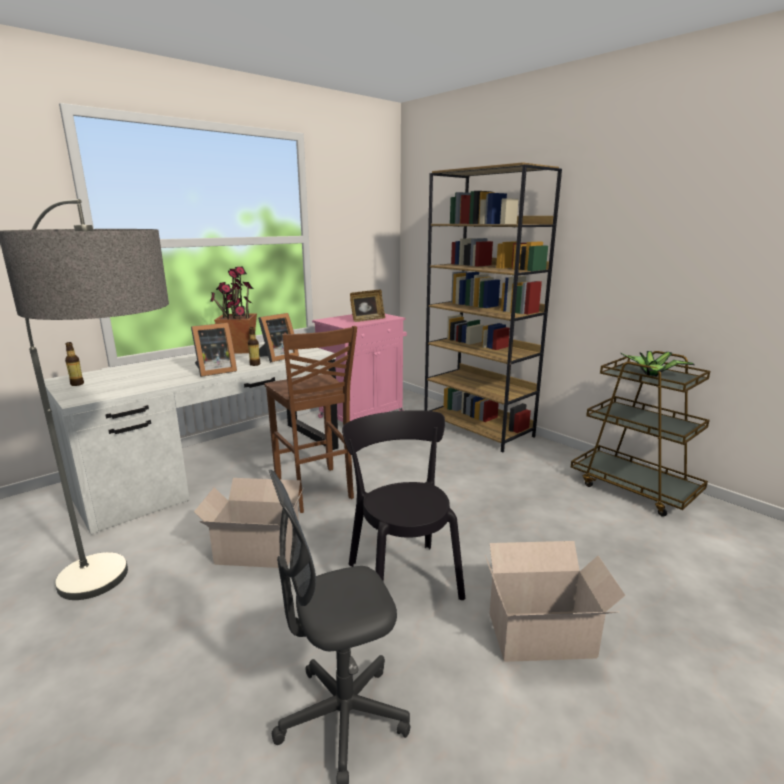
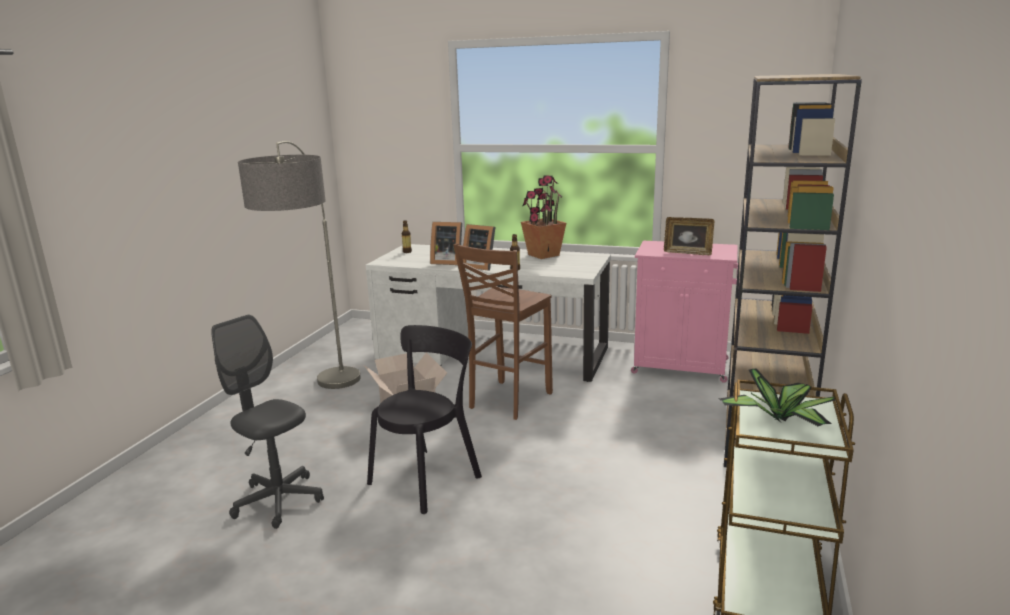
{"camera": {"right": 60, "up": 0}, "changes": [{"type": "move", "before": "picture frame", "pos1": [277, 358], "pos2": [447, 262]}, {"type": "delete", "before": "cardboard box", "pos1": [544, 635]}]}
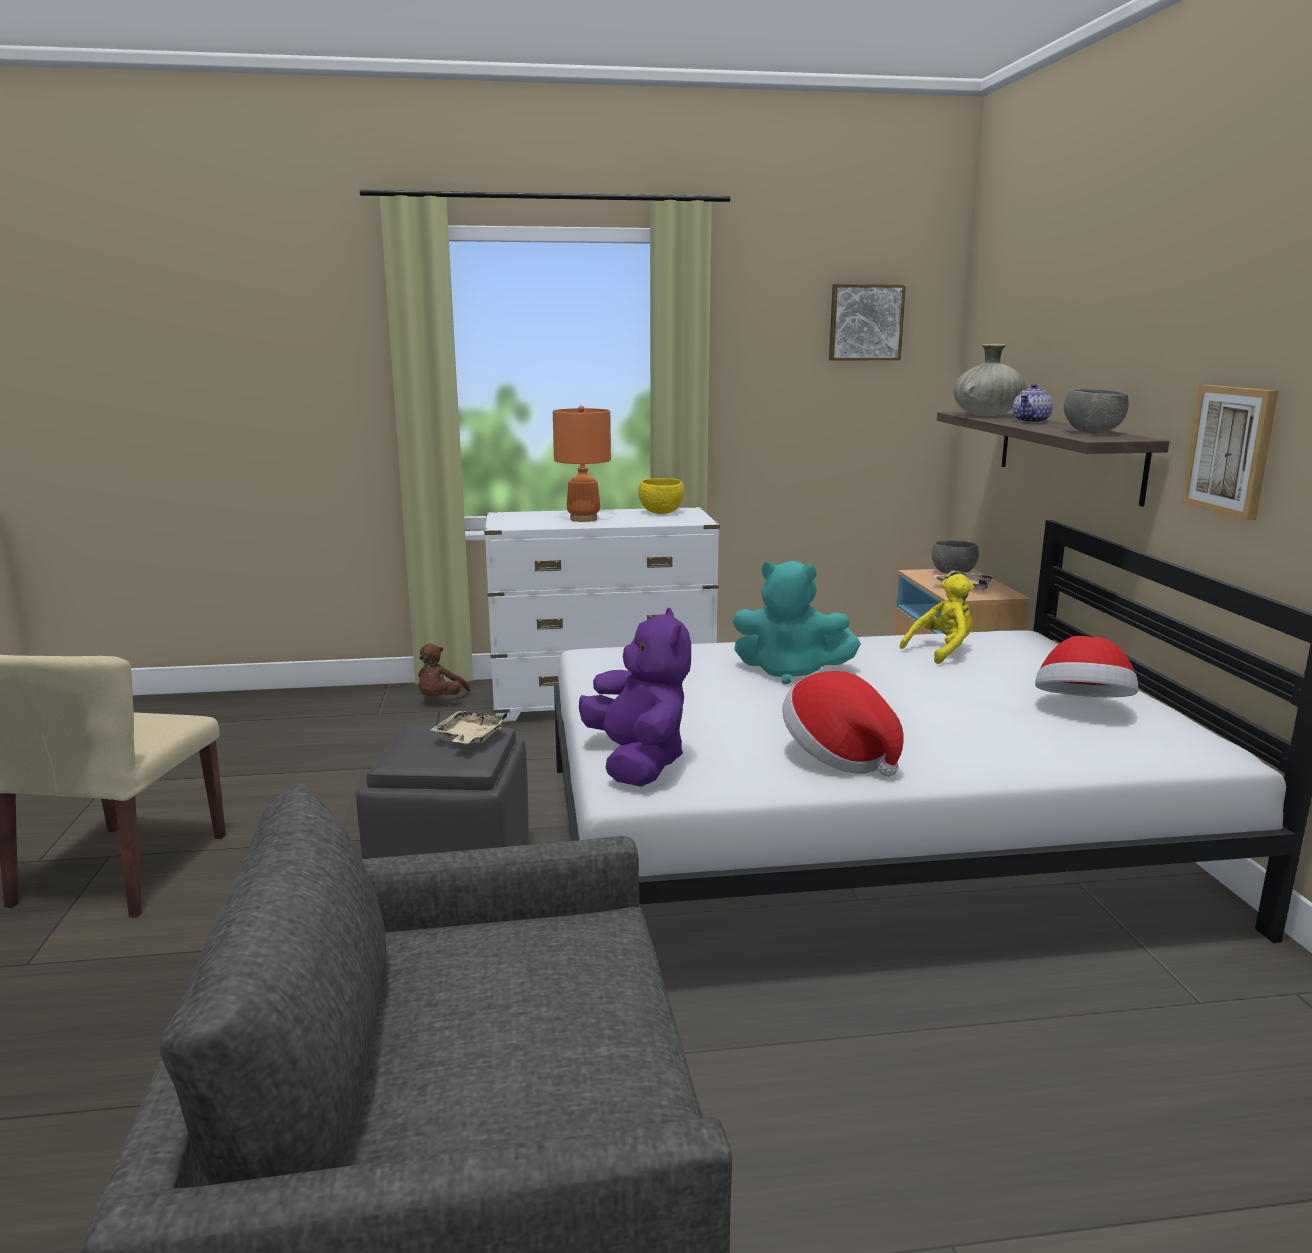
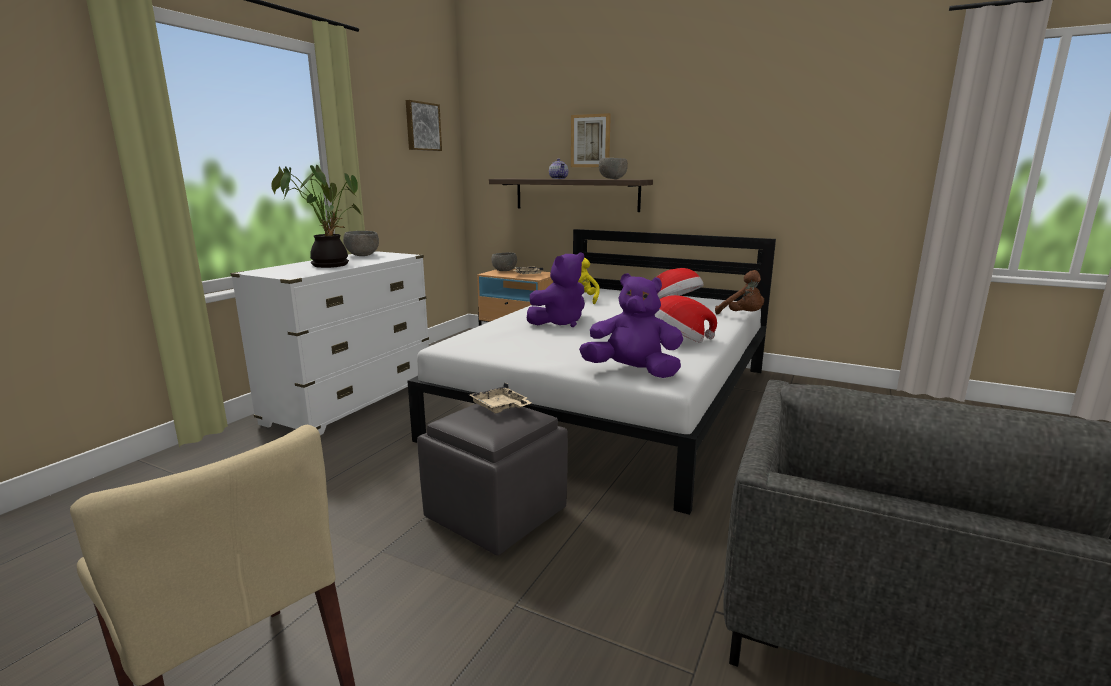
{"camera": {"right": -55, "up": 0}, "changes": [{"type": "move", "before": "plush toy (brown)", "pos1": [440, 699], "pos2": [742, 316]}, {"type": "replace", "before": "table lamp (orange)", "after": "potted plant", "pos1": [583, 519], "pos2": [329, 265]}, {"type": "recolor", "before": "bowl (yellow)", "after": "bowl (grey)", "pos1": [660, 513], "pos2": [362, 255]}, {"type": "recolor", "before": "plush toy (turquoise)", "after": "plush toy (purple)", "pos1": [790, 672], "pos2": [559, 323]}, {"type": "delete", "before": "vase (beige)", "pos1": [987, 415]}, {"type": "move", "before": "picture", "pos1": [1231, 450], "pos2": [590, 141]}]}
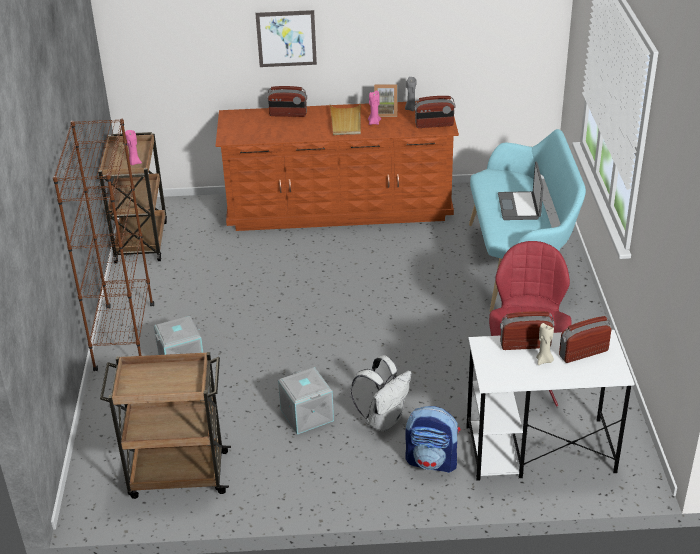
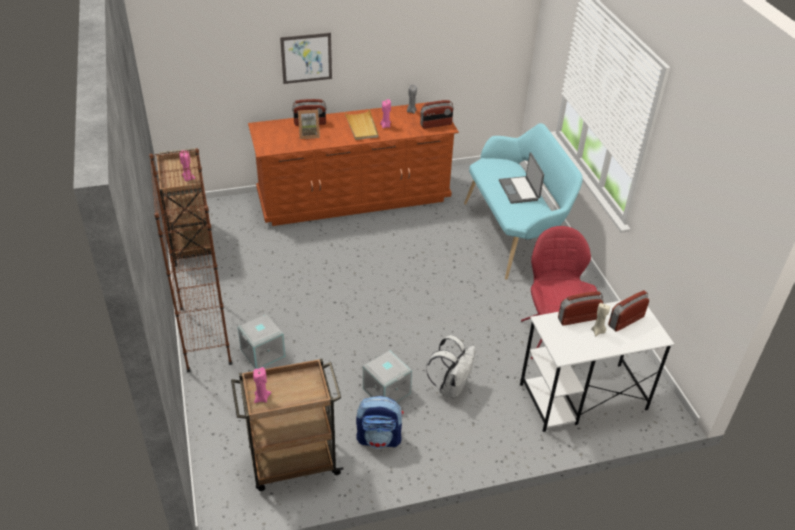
{"camera": {"right": -15, "up": 5}, "changes": [{"type": "move", "before": "picture frame", "pos1": [385, 113], "pos2": [309, 134]}, {"type": "move", "before": "backpack", "pos1": [432, 461], "pos2": [379, 438]}, {"type": "insert", "after": "candle (pink)", "pos2": [262, 398]}]}
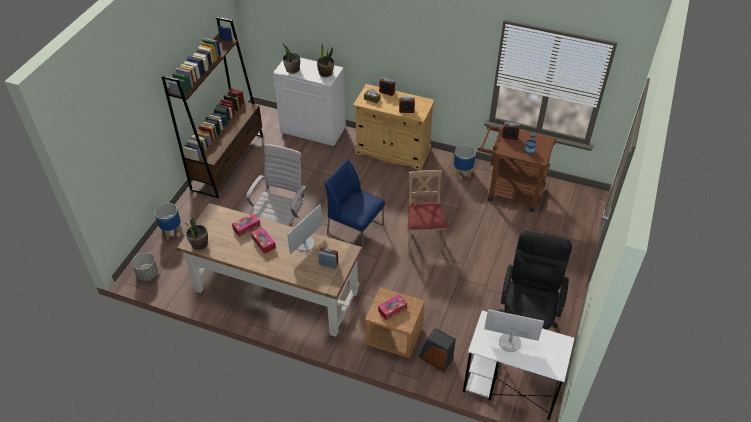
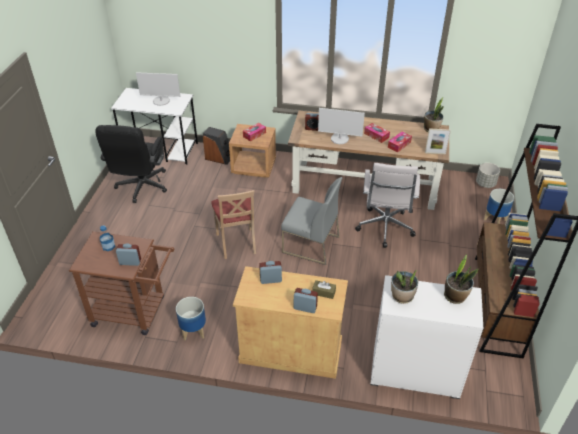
{"camera": {"right": 170, "up": -5}, "changes": [{"type": "rotate", "before": "monitor", "pos1": [305, 243], "pos2": [339, 139], "turn": -105}, {"type": "recolor", "before": "chair (blue)", "after": "chair (grey)", "pos1": [356, 229], "pos2": [310, 244]}, {"type": "insert", "after": "picture frame", "pos2": [435, 153]}]}
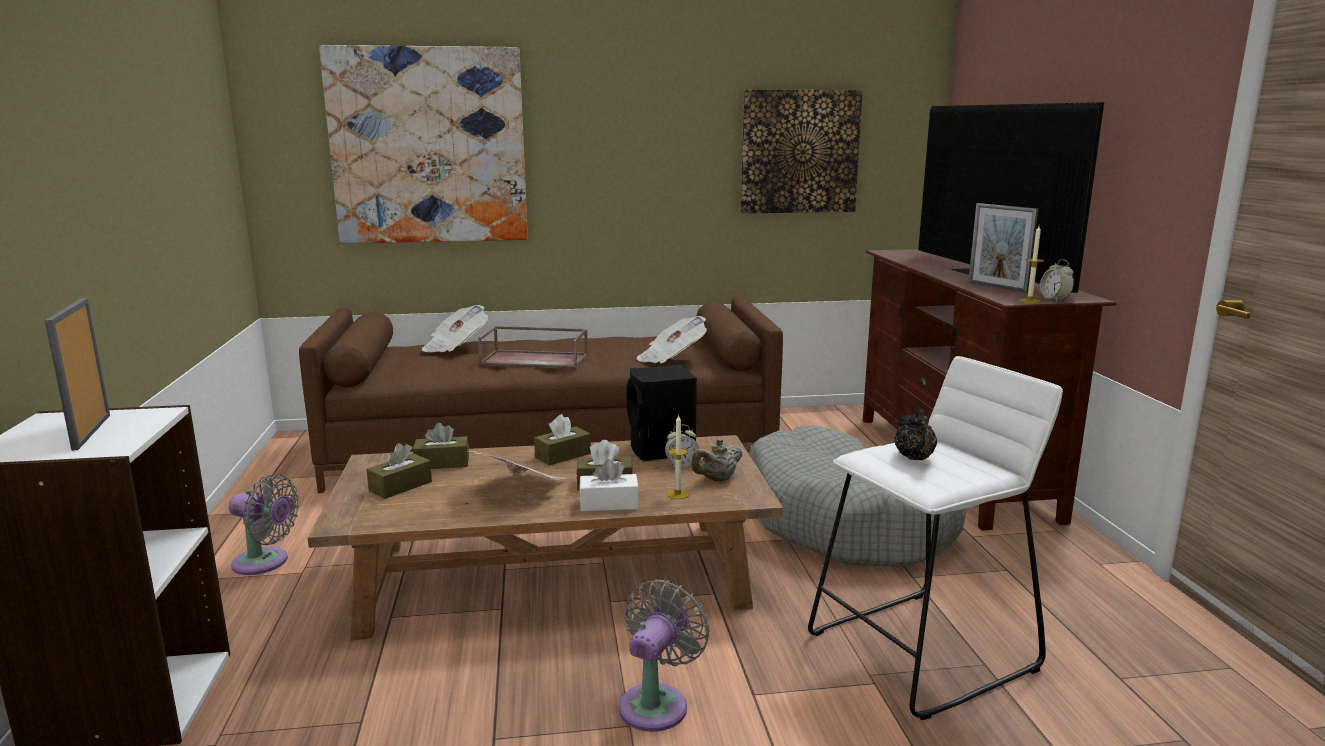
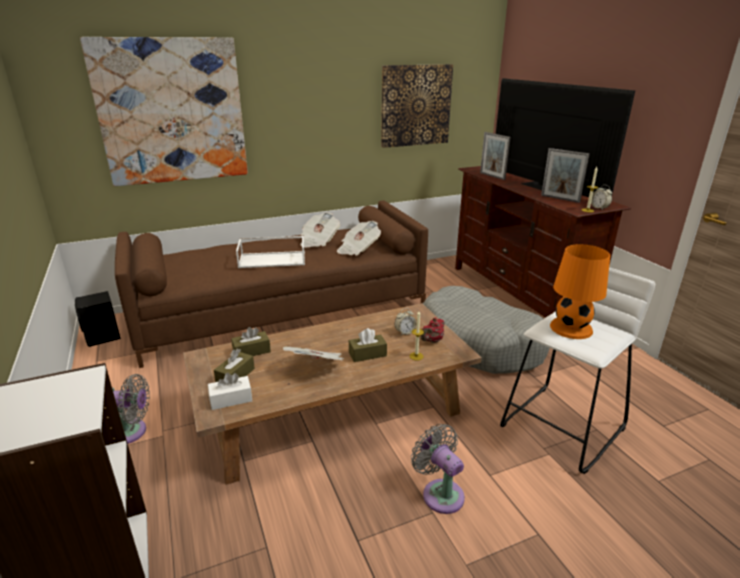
{"camera": {"right": -15, "up": 10}, "changes": [{"type": "move", "before": "picture frame", "pos1": [91, 432], "pos2": [492, 176]}, {"type": "move", "before": "newspaper", "pos1": [455, 347], "pos2": [318, 241]}, {"type": "recolor", "before": "tray (brown)", "after": "tray (white)", "pos1": [536, 359], "pos2": [273, 259]}, {"type": "delete", "before": "tissue box (brown)", "pos1": [563, 455]}, {"type": "move", "before": "tissue box (white)", "pos1": [609, 504], "pos2": [231, 399]}, {"type": "rotate", "before": "fan (grey)", "pos1": [657, 703], "pos2": [440, 493], "turn": -45}, {"type": "move", "before": "speaker (black)", "pos1": [662, 451], "pos2": [103, 338]}, {"type": "recolor", "before": "teapot (beige)", "after": "teapot (red)", "pos1": [717, 479], "pos2": [432, 341]}, {"type": "replace", "before": "teapot (black)", "after": "table lamp (orange)", "pos1": [915, 459], "pos2": [571, 328]}]}
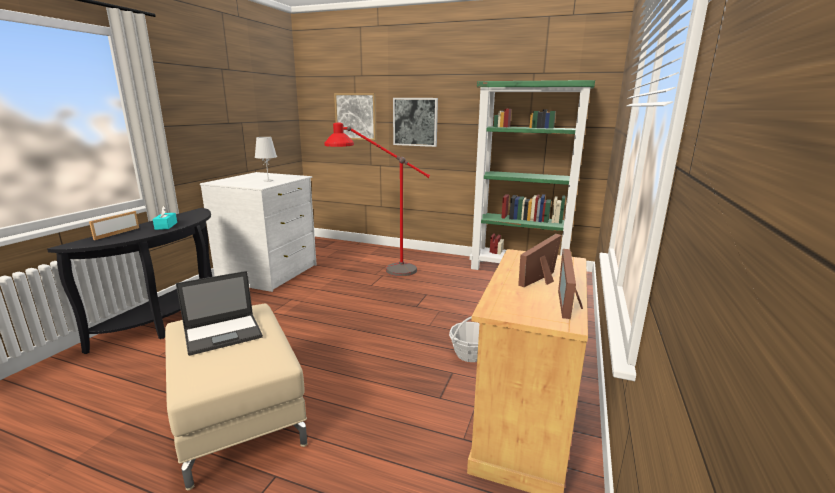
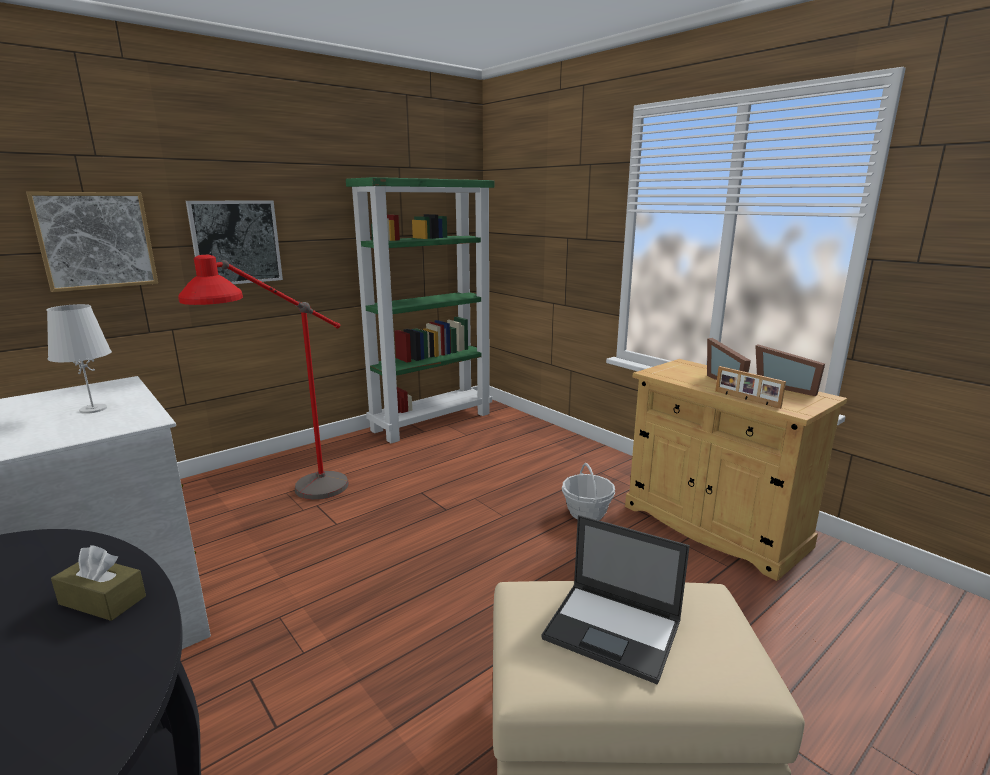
{"camera": {"right": -60, "up": 0}, "changes": [{"type": "move", "before": "picture frame", "pos1": [116, 233], "pos2": [746, 399]}, {"type": "recolor", "before": "tissue box (turquoise)", "after": "tissue box (brown)", "pos1": [166, 226], "pos2": [102, 600]}, {"type": "rotate", "before": "laptop", "pos1": [224, 333], "pos2": [614, 630], "turn": 120}]}
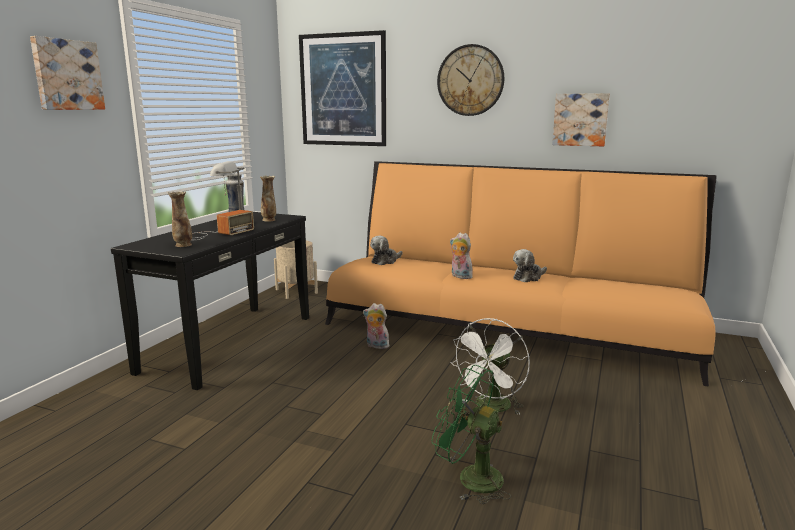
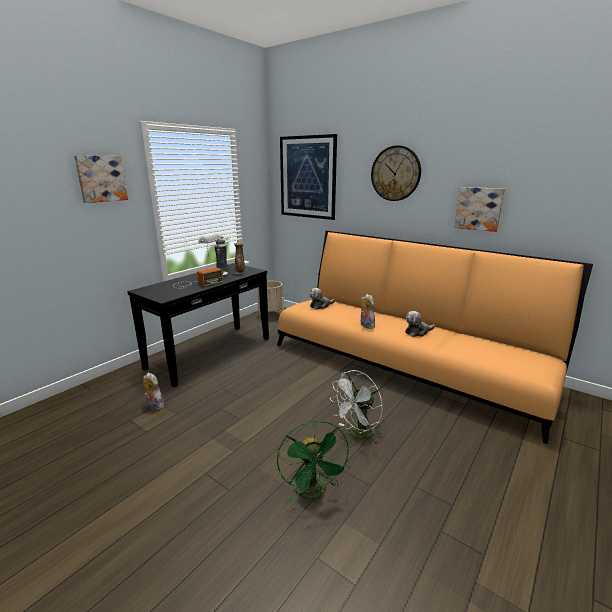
{"camera": {"right": 15, "up": 5}, "changes": [{"type": "delete", "before": "vase", "pos1": [183, 245]}, {"type": "move", "before": "plush toy", "pos1": [376, 346], "pos2": [154, 406]}, {"type": "rotate", "before": "fan (green)", "pos1": [470, 477], "pos2": [314, 493], "turn": -150}]}
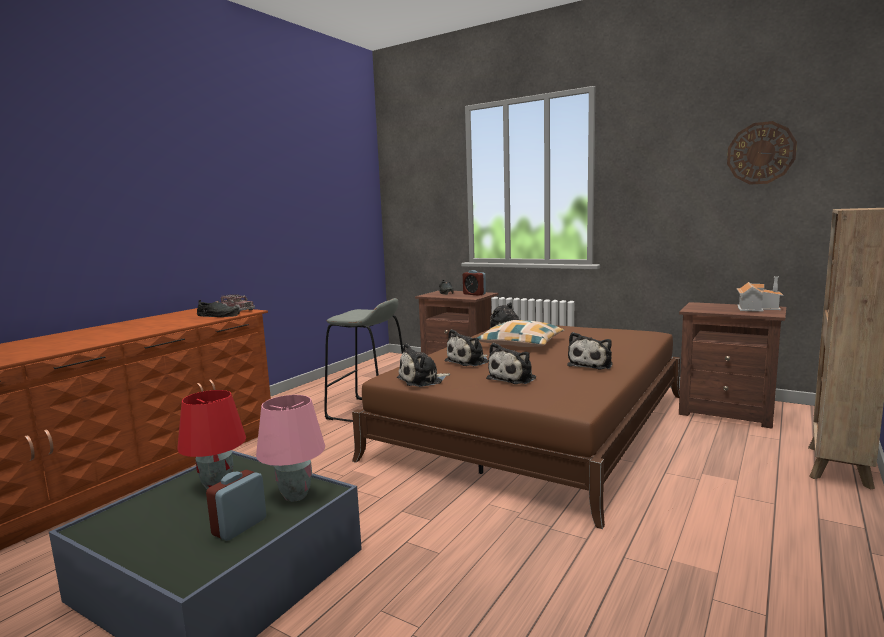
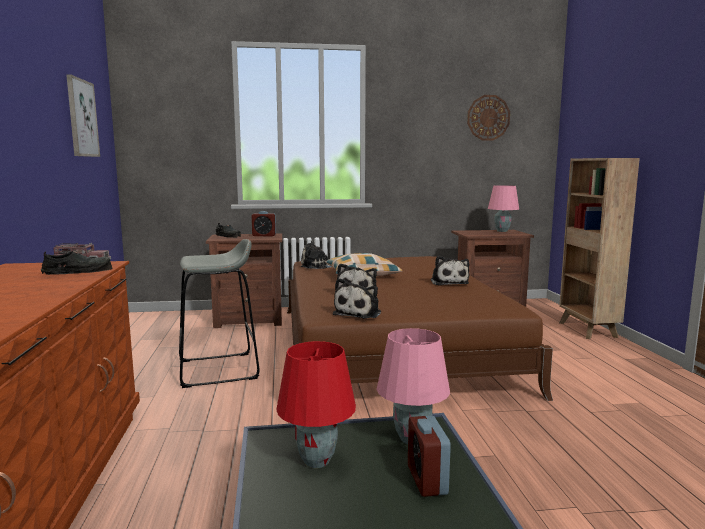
{"camera": {"right": -40, "up": 0}, "changes": [{"type": "delete", "before": "plush toy", "pos1": [513, 378]}, {"type": "replace", "before": "toy house", "after": "table lamp (pink)", "pos1": [757, 308], "pos2": [502, 231]}, {"type": "insert", "after": "picture", "pos2": [82, 118]}]}
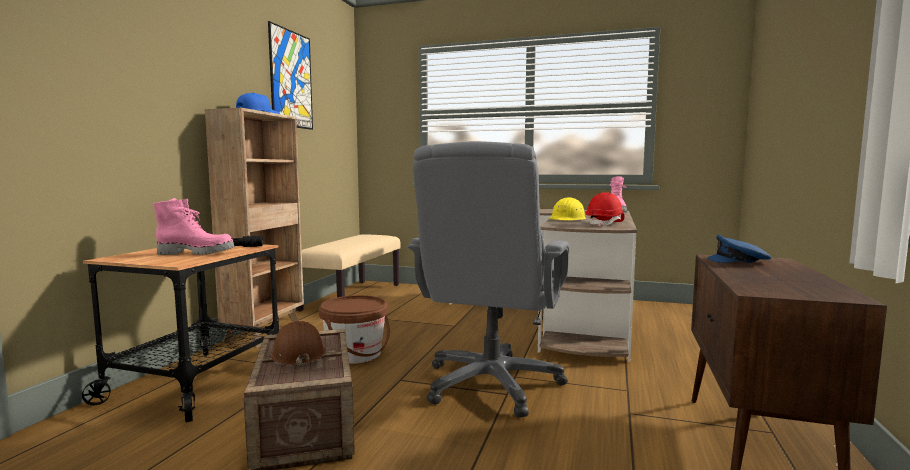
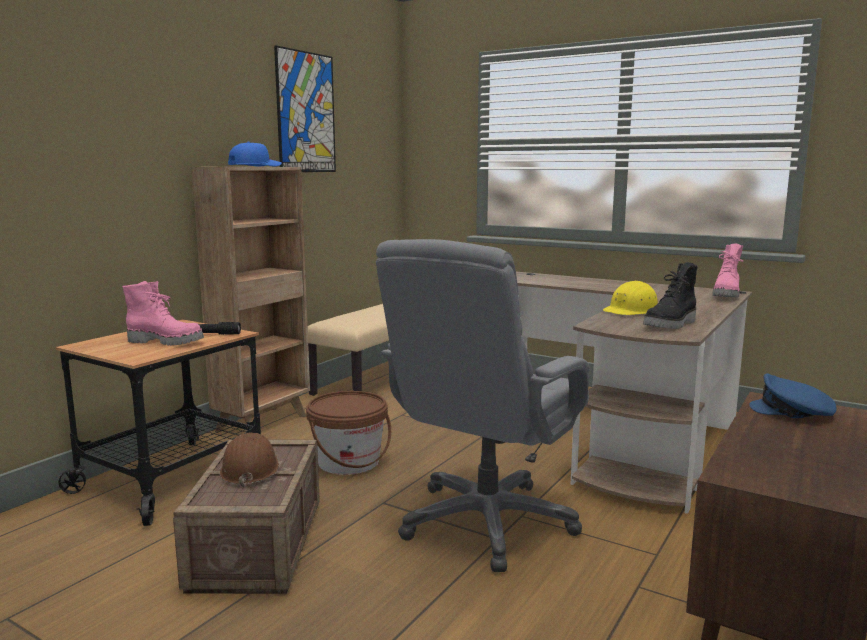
{"camera": {"right": 15, "up": 5}, "changes": [{"type": "replace", "before": "hard hat (red)", "after": "boot (black)", "pos1": [605, 224], "pos2": [671, 325]}]}
